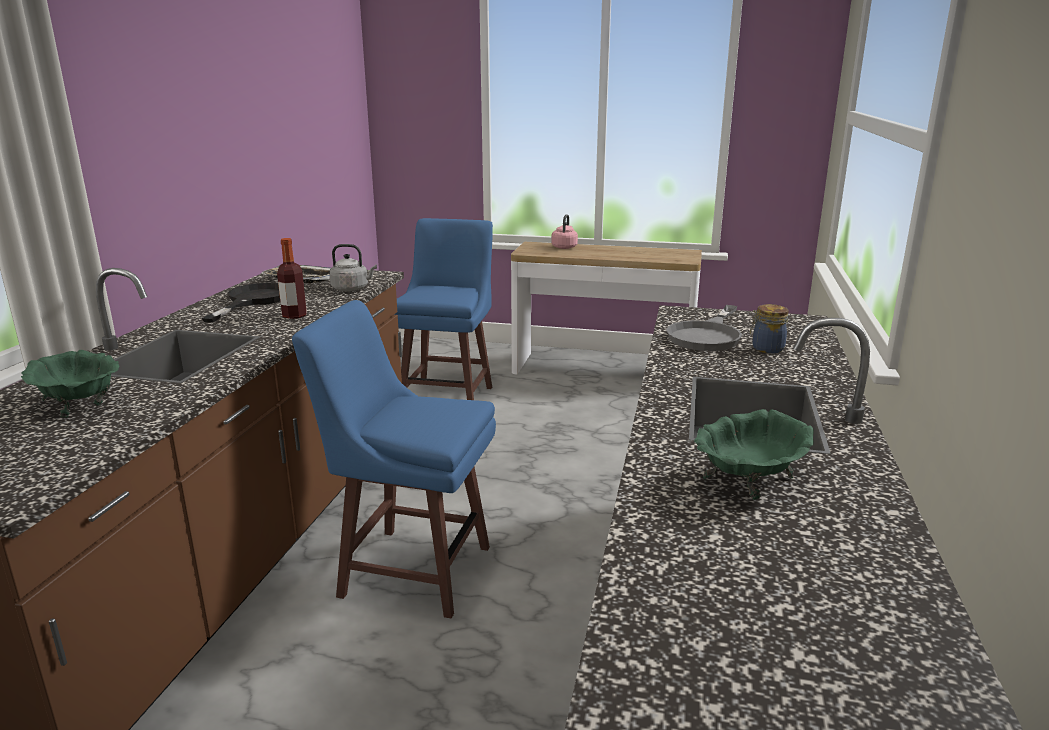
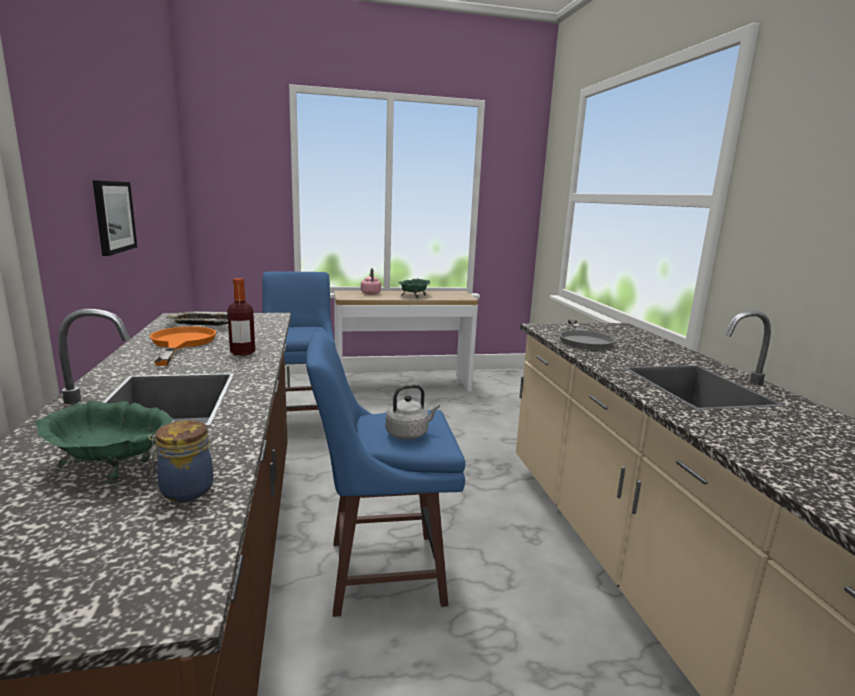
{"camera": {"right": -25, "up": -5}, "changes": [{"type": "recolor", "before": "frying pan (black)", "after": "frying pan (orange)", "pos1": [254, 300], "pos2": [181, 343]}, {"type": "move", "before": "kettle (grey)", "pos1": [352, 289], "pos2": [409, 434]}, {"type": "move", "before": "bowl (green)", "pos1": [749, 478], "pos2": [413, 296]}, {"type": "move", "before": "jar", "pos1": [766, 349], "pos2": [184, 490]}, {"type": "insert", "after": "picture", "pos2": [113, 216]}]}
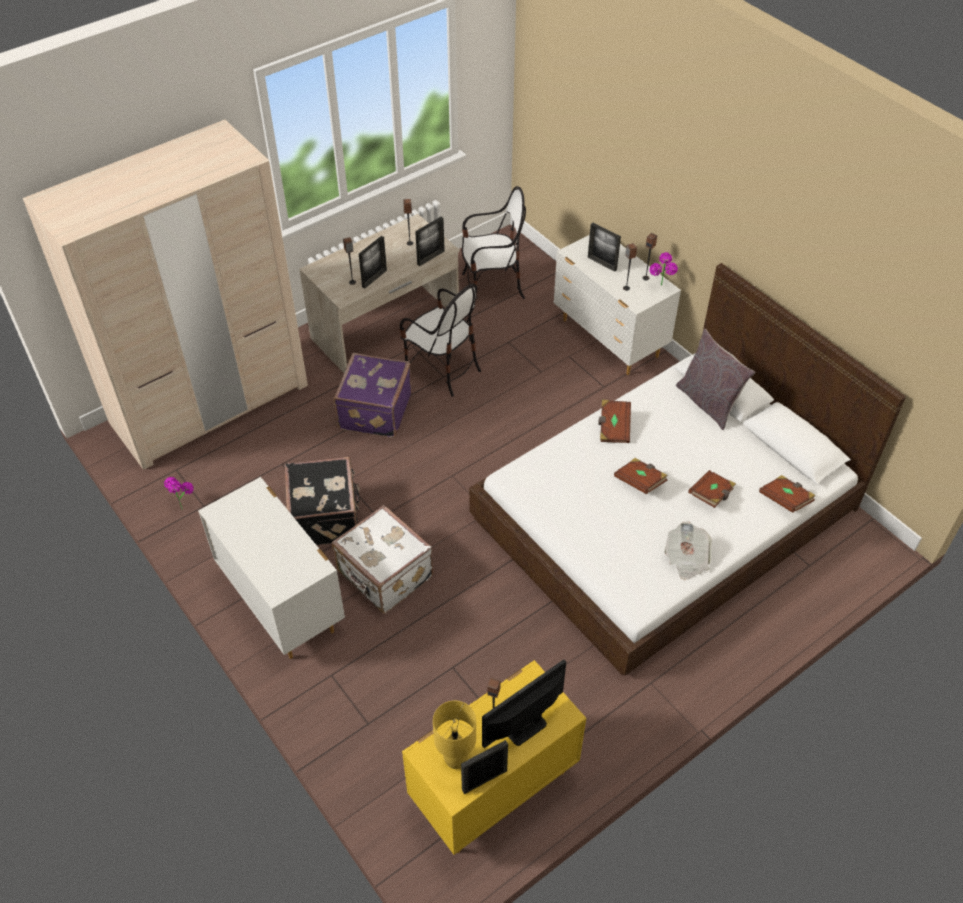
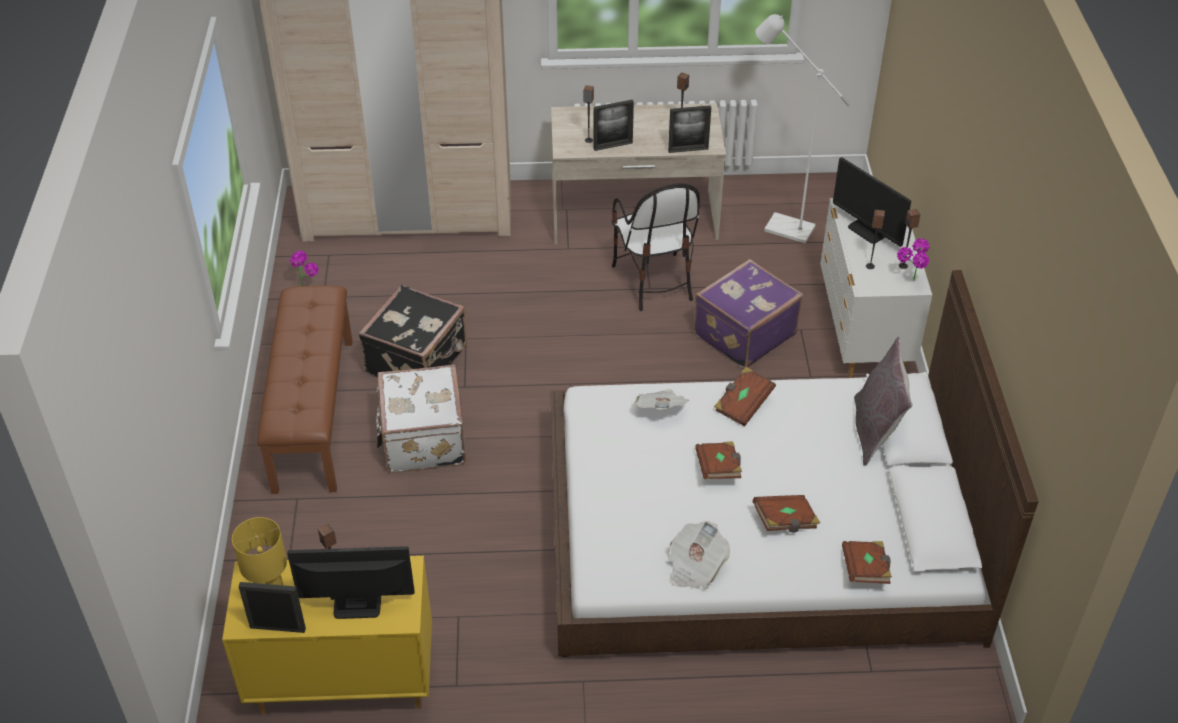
{"camera": {"right": 35, "up": -5}, "changes": [{"type": "replace", "before": "dresser (white)", "after": "bench (brown)", "pos1": [281, 602], "pos2": [312, 413]}, {"type": "move", "before": "suitcase (purple)", "pos1": [373, 411], "pos2": [743, 334]}, {"type": "replace", "before": "chair", "after": "floor lamp (white)", "pos1": [492, 288], "pos2": [780, 226]}, {"type": "replace", "before": "picture frame", "after": "monitor", "pos1": [602, 263], "pos2": [867, 230]}, {"type": "insert", "after": "newspaper", "pos2": [660, 410]}]}
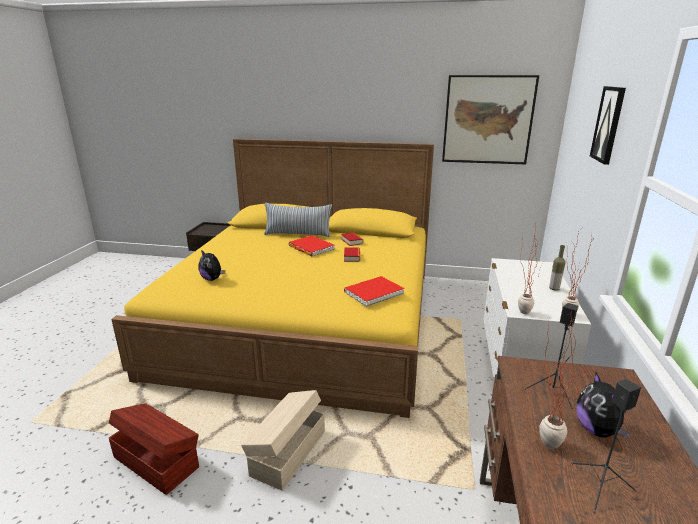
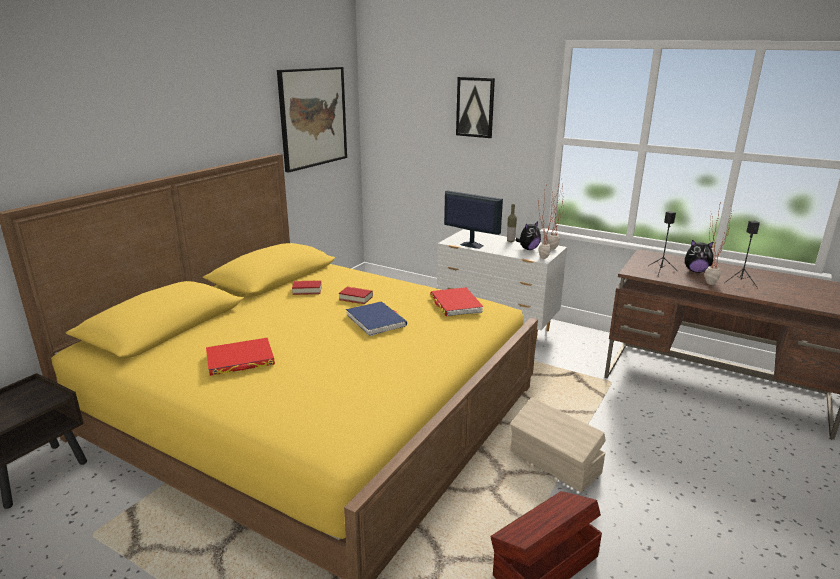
{"camera": {"right": -70, "up": 0}, "changes": [{"type": "move", "before": "plush toy", "pos1": [212, 279], "pos2": [528, 249]}, {"type": "delete", "before": "pillow", "pos1": [298, 234]}, {"type": "move", "before": "book (red)", "pos1": [311, 248], "pos2": [240, 360]}, {"type": "insert", "after": "book (blue)", "pos2": [376, 321]}, {"type": "insert", "after": "monitor", "pos2": [471, 245]}]}
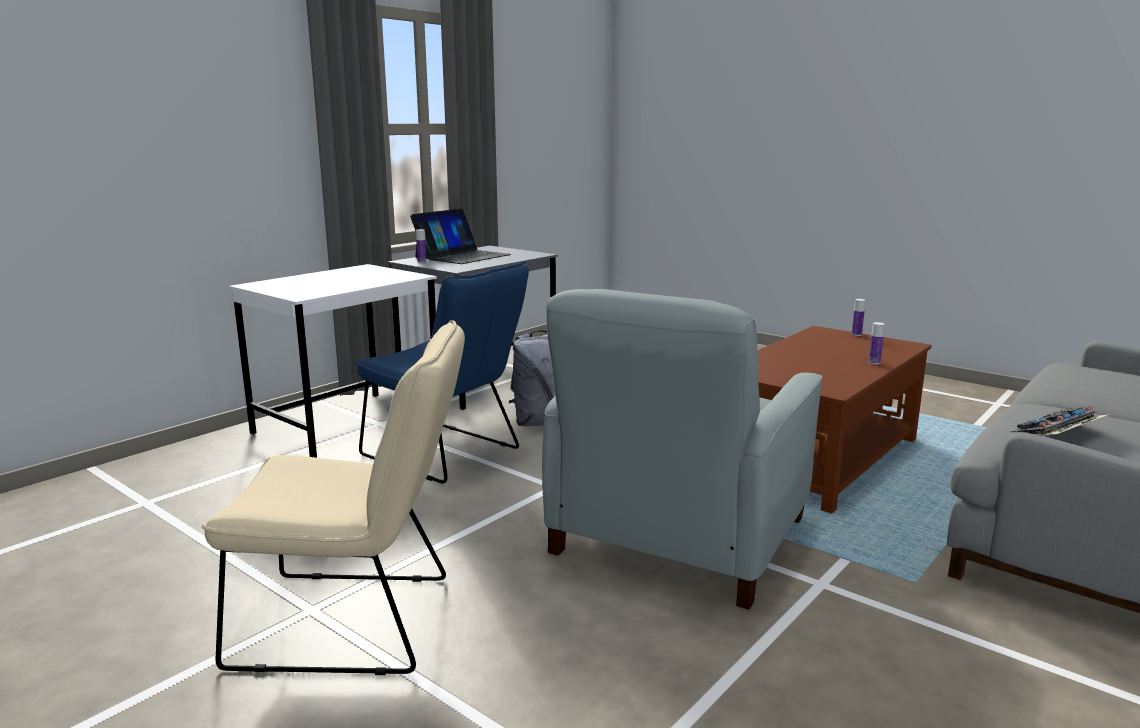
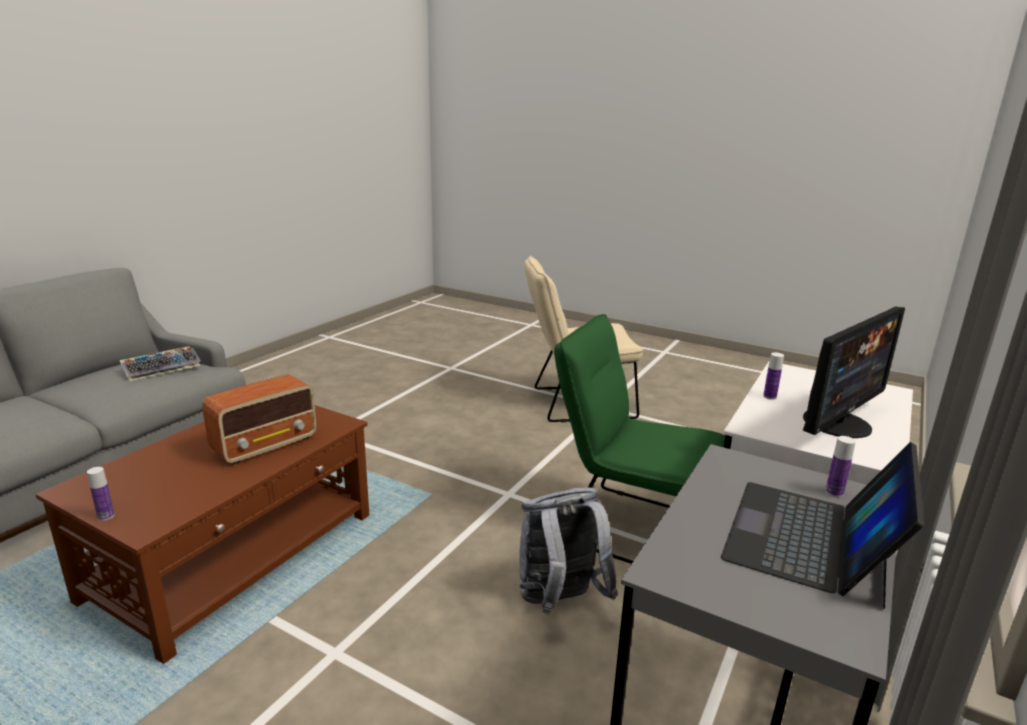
{"camera": {"right": 170, "up": 5}, "changes": [{"type": "recolor", "before": "chair (blue)", "after": "chair (green)", "pos1": [448, 455], "pos2": [630, 527]}, {"type": "delete", "before": "armchair (grey)", "pos1": [677, 537]}, {"type": "move", "before": "bottle", "pos1": [874, 362], "pos2": [769, 397]}, {"type": "insert", "after": "radio", "pos2": [266, 445]}, {"type": "insert", "after": "monitor", "pos2": [838, 423]}]}
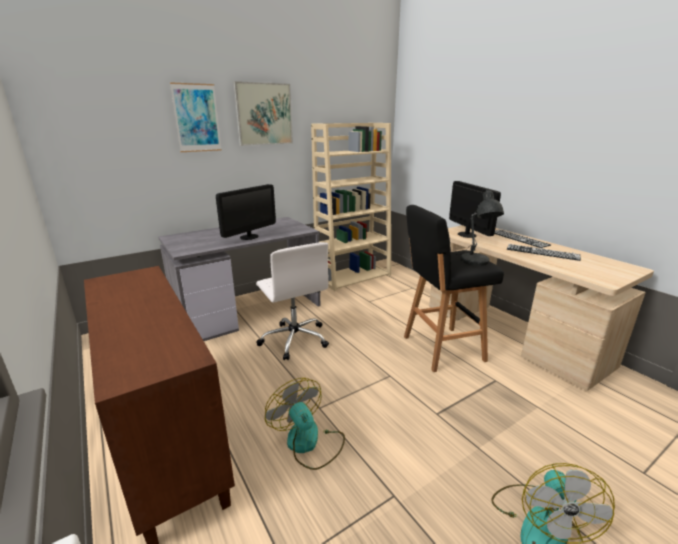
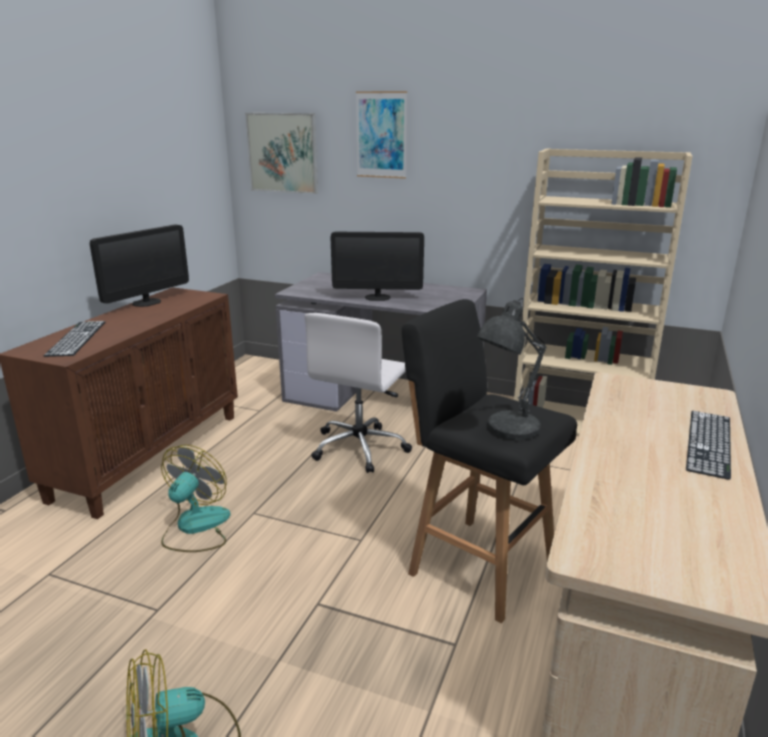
{"camera": {"right": 55, "up": 0}, "changes": [{"type": "move", "before": "picture", "pos1": [264, 114], "pos2": [282, 153]}, {"type": "move", "before": "monitor", "pos1": [467, 235], "pos2": [146, 302]}, {"type": "move", "before": "keyboard", "pos1": [542, 252], "pos2": [76, 338]}]}
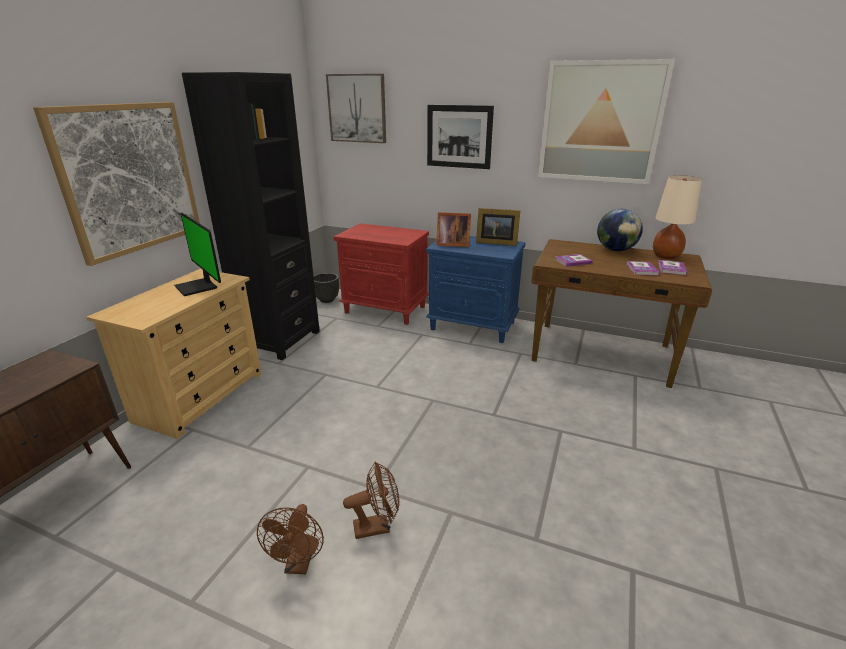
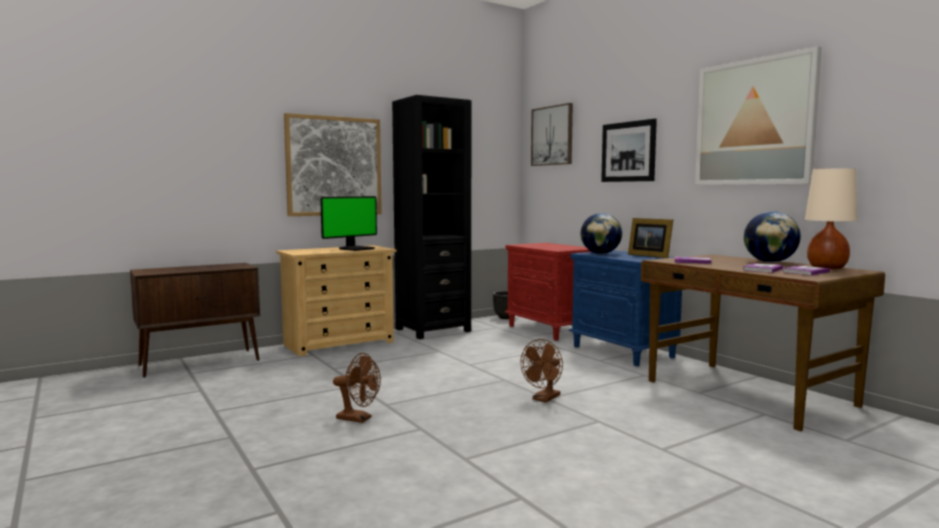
{"camera": {"right": 35, "up": -20}, "changes": [{"type": "rotate", "before": "monitor", "pos1": [198, 287], "pos2": [356, 249], "turn": -135}, {"type": "move", "before": "fan (brown)", "pos1": [299, 564], "pos2": [544, 399]}, {"type": "replace", "before": "picture frame", "after": "globe", "pos1": [451, 244], "pos2": [600, 253]}]}
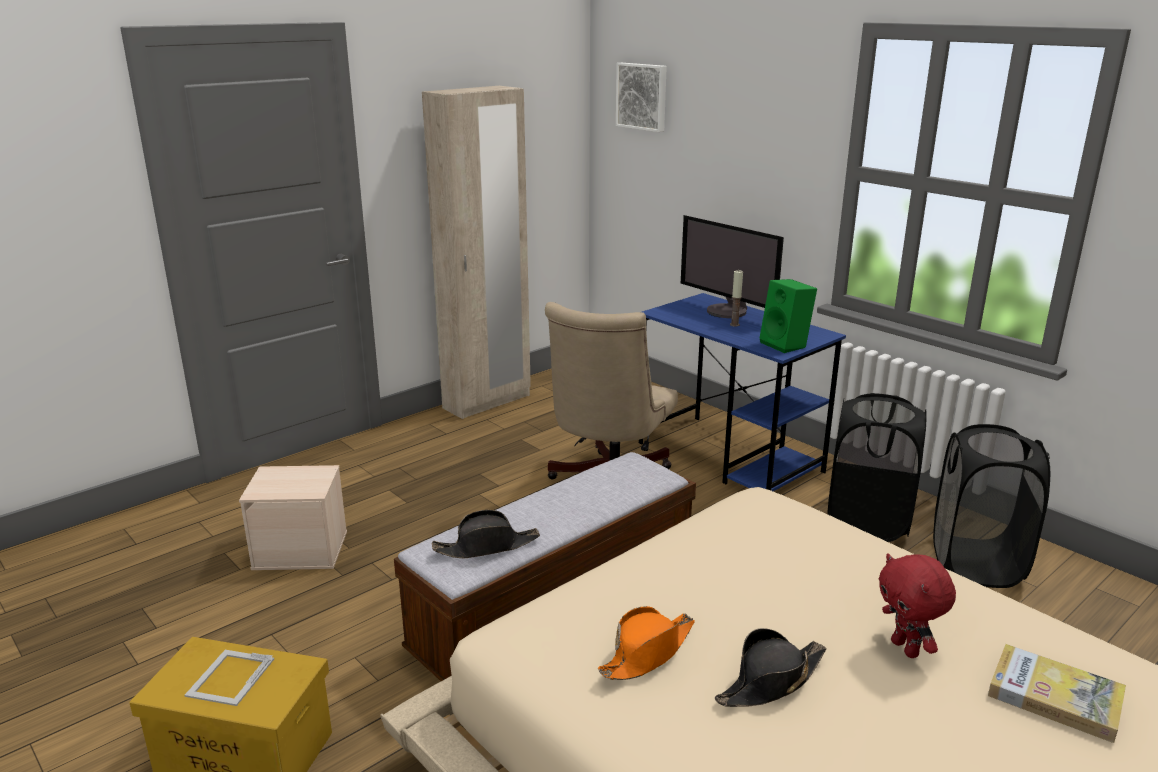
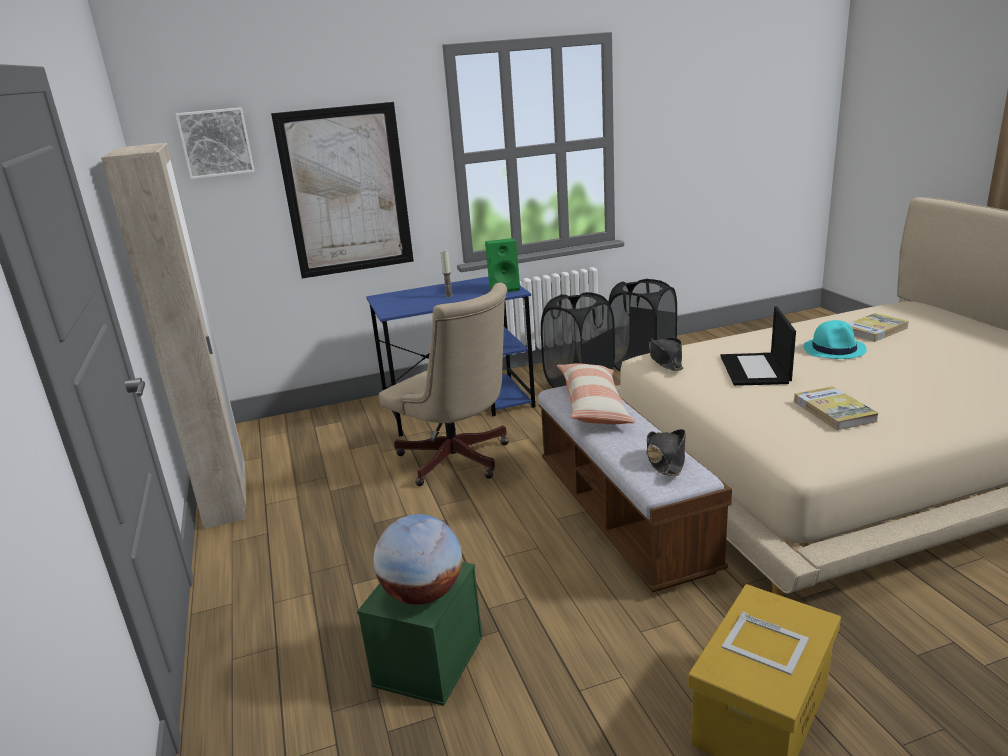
{"camera": {"right": -65, "up": 0}, "changes": [{"type": "recolor", "before": "storage box (beige)", "after": "storage box (green)", "pos1": [302, 549], "pos2": [428, 659]}, {"type": "replace", "before": "hat (orange)", "after": "book", "pos1": [648, 652], "pos2": [834, 411]}, {"type": "delete", "before": "monitor", "pos1": [727, 311]}, {"type": "move", "before": "hat (black)", "pos1": [770, 682], "pos2": [665, 360]}, {"type": "replace", "before": "plush toy (red)", "after": "hat (turquoise)", "pos1": [906, 649], "pos2": [834, 349]}, {"type": "insert", "after": "picture", "pos2": [346, 191]}, {"type": "insert", "after": "globe", "pos2": [423, 594]}, {"type": "insert", "after": "pillow", "pos2": [593, 406]}, {"type": "insert", "after": "laptop", "pos2": [755, 370]}]}
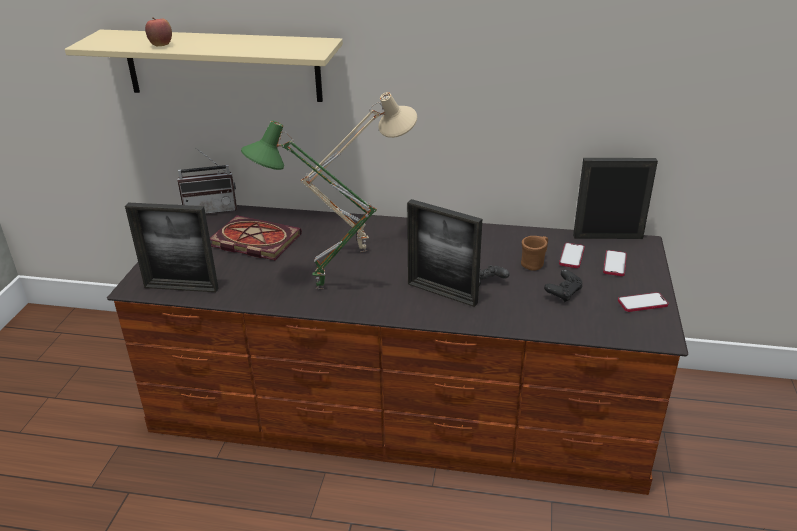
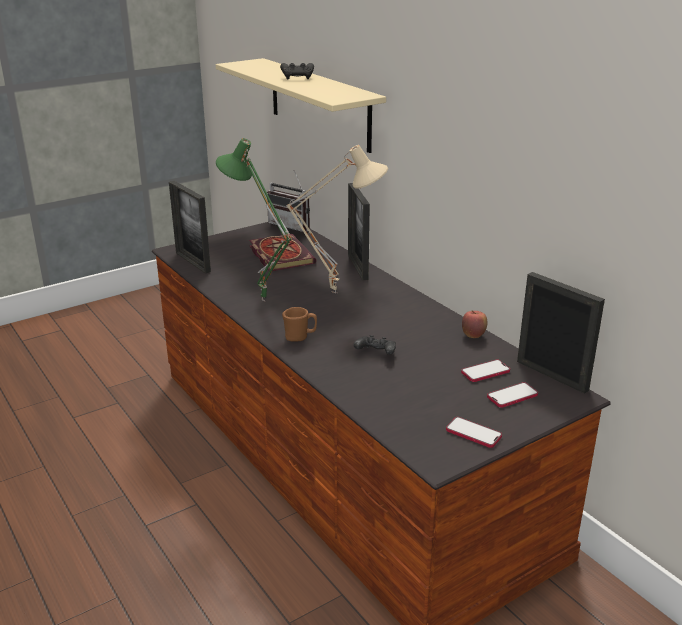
{"camera": {"right": 45, "up": -5}, "changes": [{"type": "move", "before": "apple", "pos1": [161, 46], "pos2": [473, 336]}, {"type": "move", "before": "picture frame", "pos1": [442, 293], "pos2": [357, 267]}, {"type": "move", "before": "mug (brown)", "pos1": [534, 263], "pos2": [300, 337]}, {"type": "move", "before": "game controller (black)", "pos1": [563, 293], "pos2": [297, 78]}]}
